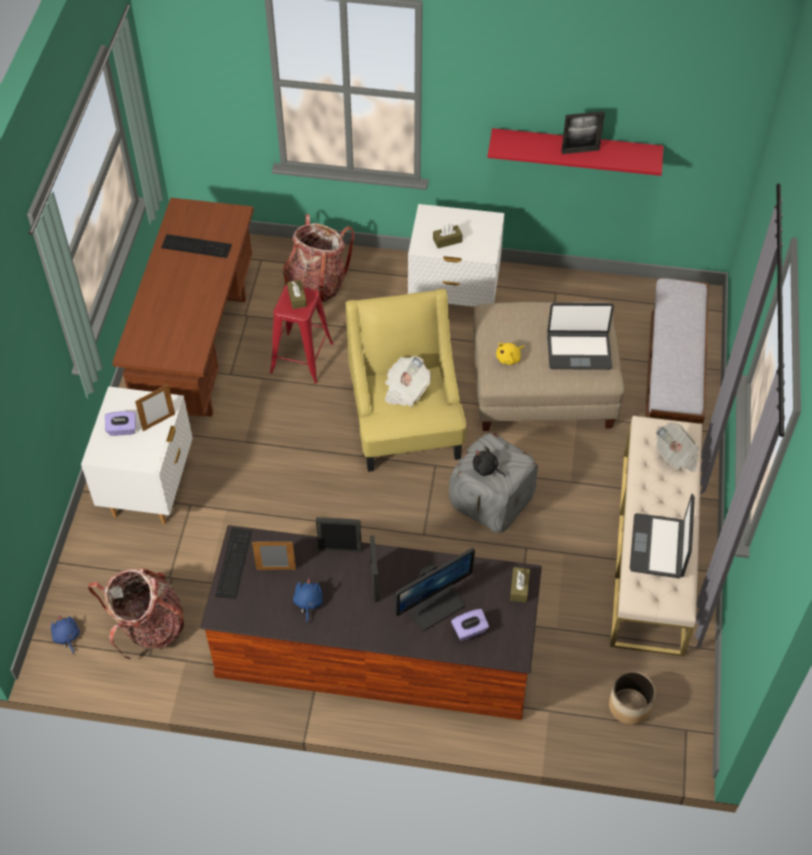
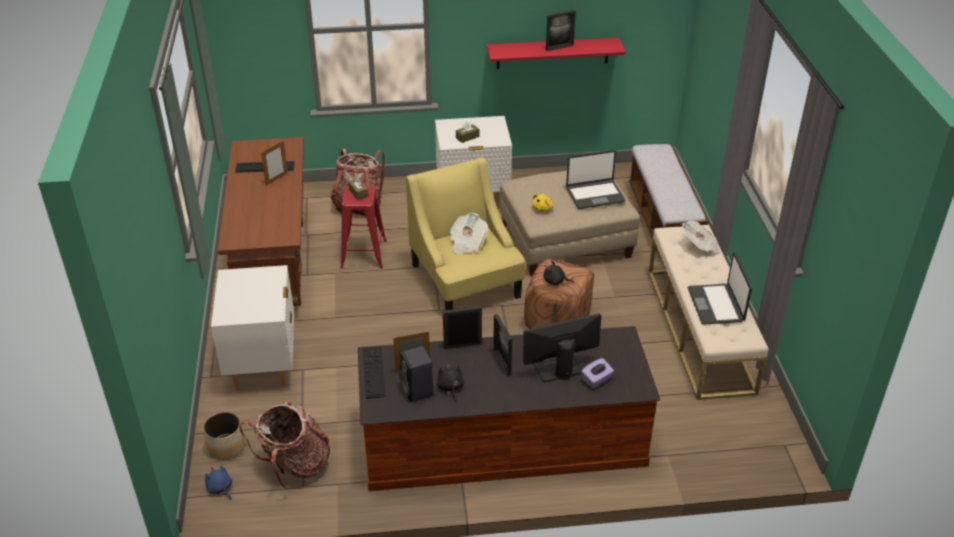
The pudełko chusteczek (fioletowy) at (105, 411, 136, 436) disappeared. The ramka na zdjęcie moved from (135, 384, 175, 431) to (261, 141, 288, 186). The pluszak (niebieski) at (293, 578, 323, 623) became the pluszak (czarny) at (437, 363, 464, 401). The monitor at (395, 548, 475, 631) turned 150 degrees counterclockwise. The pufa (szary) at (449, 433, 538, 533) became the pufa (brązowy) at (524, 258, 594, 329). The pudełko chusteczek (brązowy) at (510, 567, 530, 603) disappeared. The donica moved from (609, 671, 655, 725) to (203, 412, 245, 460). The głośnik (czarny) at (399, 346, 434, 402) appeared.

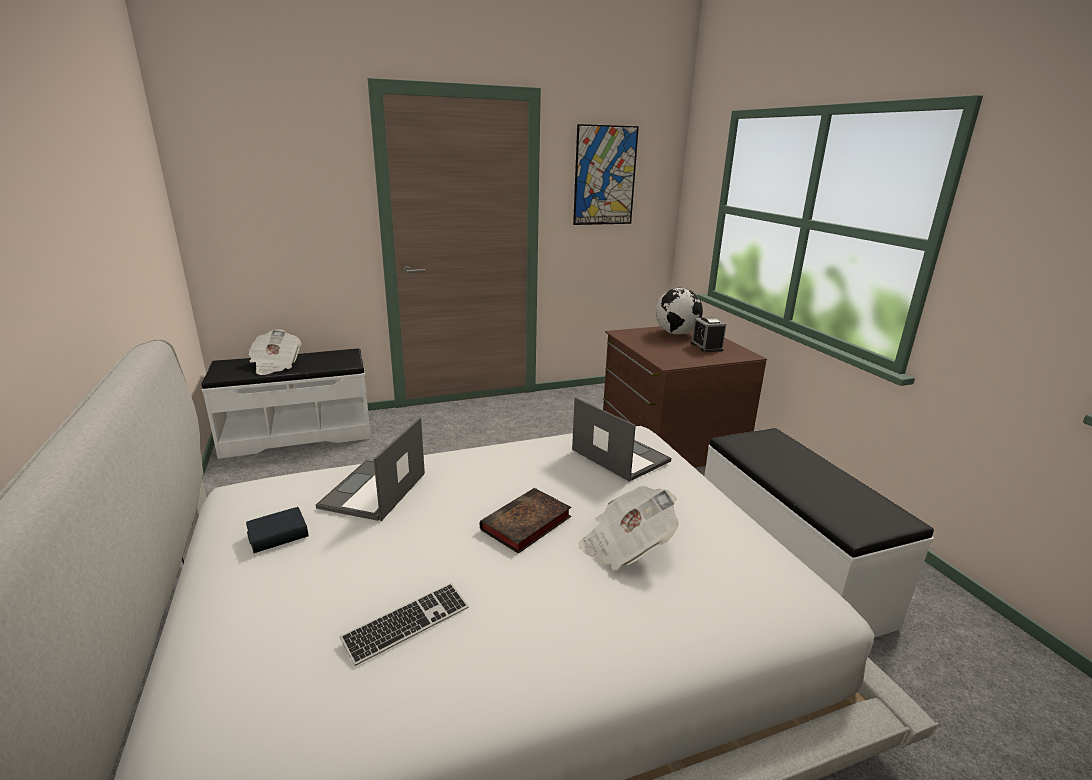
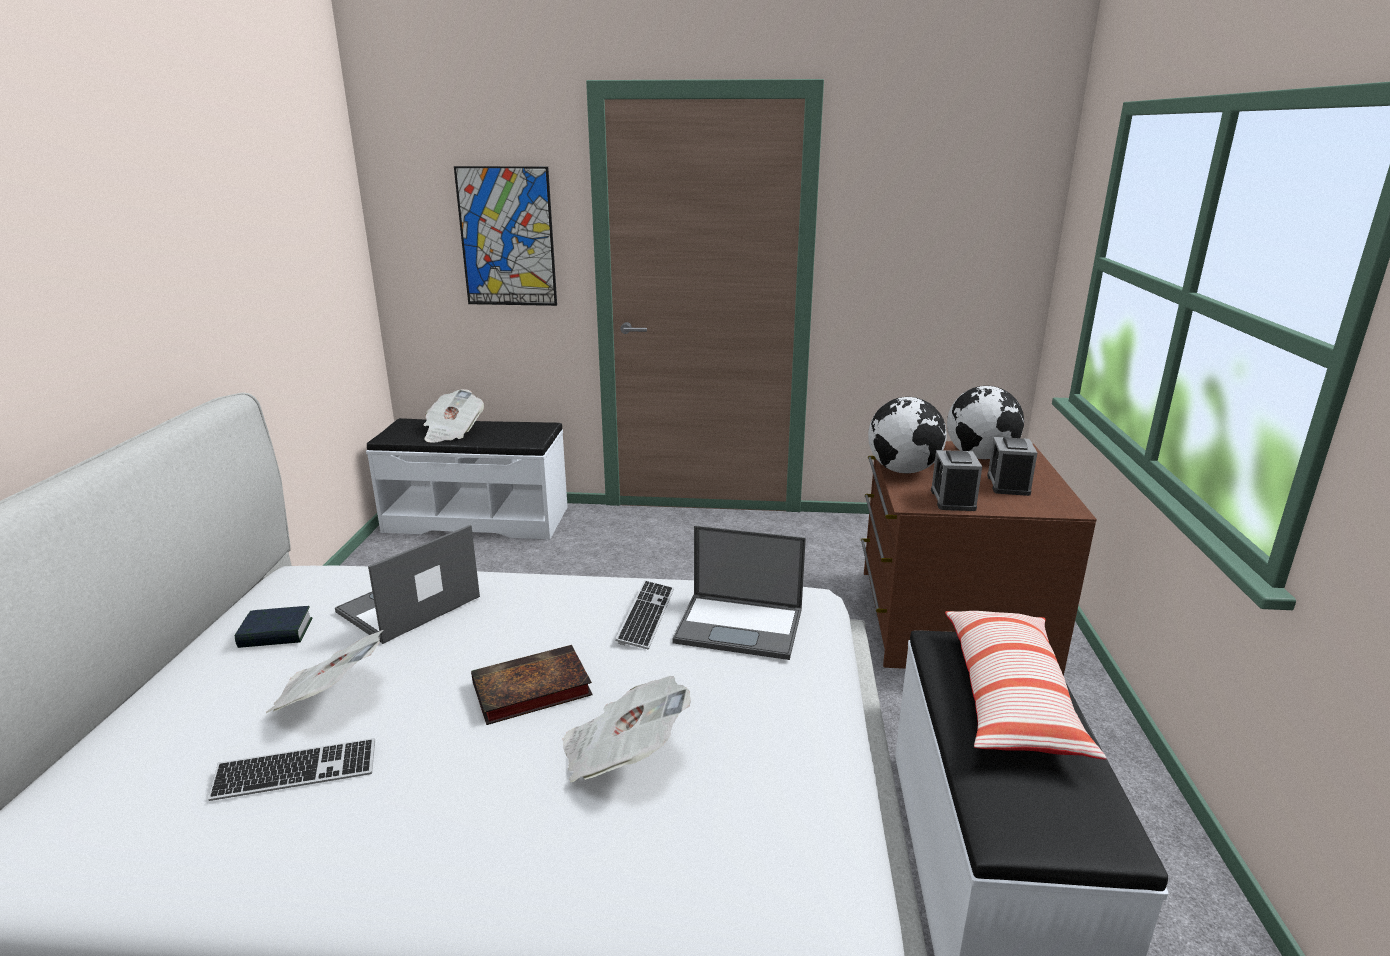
The laptop at (572, 397, 671, 482) turned 120 degrees clockwise. The obraz moved from (573, 124, 639, 225) to (454, 166, 557, 306). The gazeta at (266, 630, 383, 713) appeared. The klawiatura at (615, 580, 674, 649) appeared. The globus at (868, 397, 947, 474) appeared. The budzik at (931, 450, 982, 511) appeared. The poduszka at (945, 611, 1107, 760) appeared.

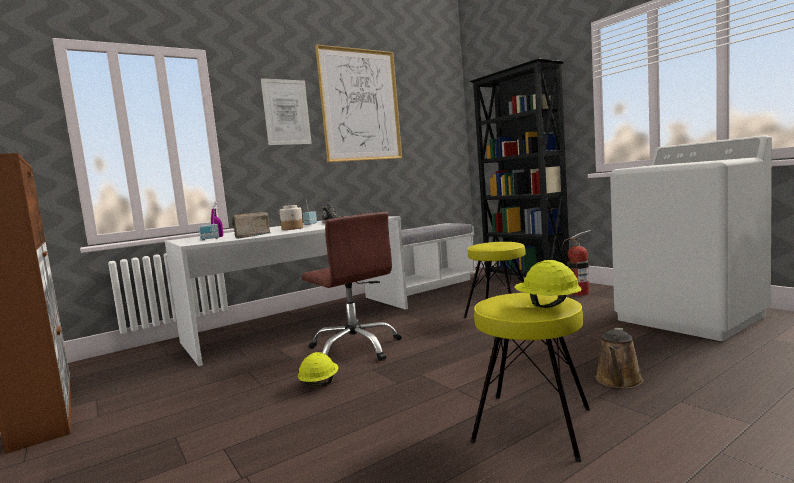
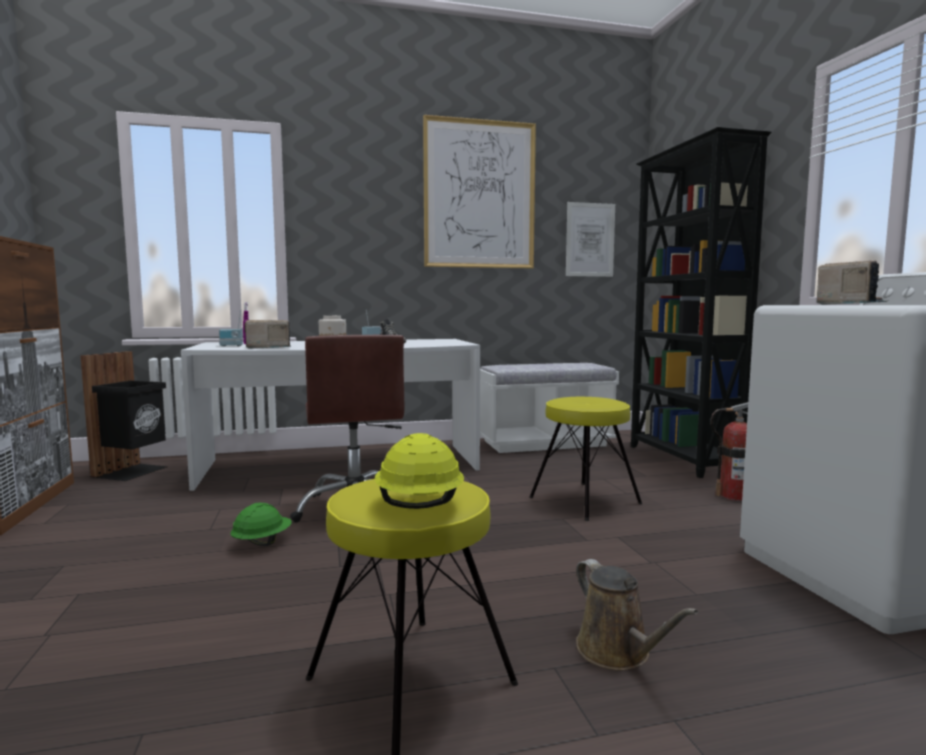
The obraz moved from (261, 78, 312, 145) to (566, 202, 615, 277). The kask (żółty) at (298, 352, 339, 386) became the kask (zielony) at (230, 503, 292, 546). The konewka (brązowy) at (595, 328, 643, 389) turned 75 degrees counterclockwise. The kosz na śmieci (czarny) at (80, 351, 167, 481) appeared. The radio at (817, 260, 889, 305) appeared.

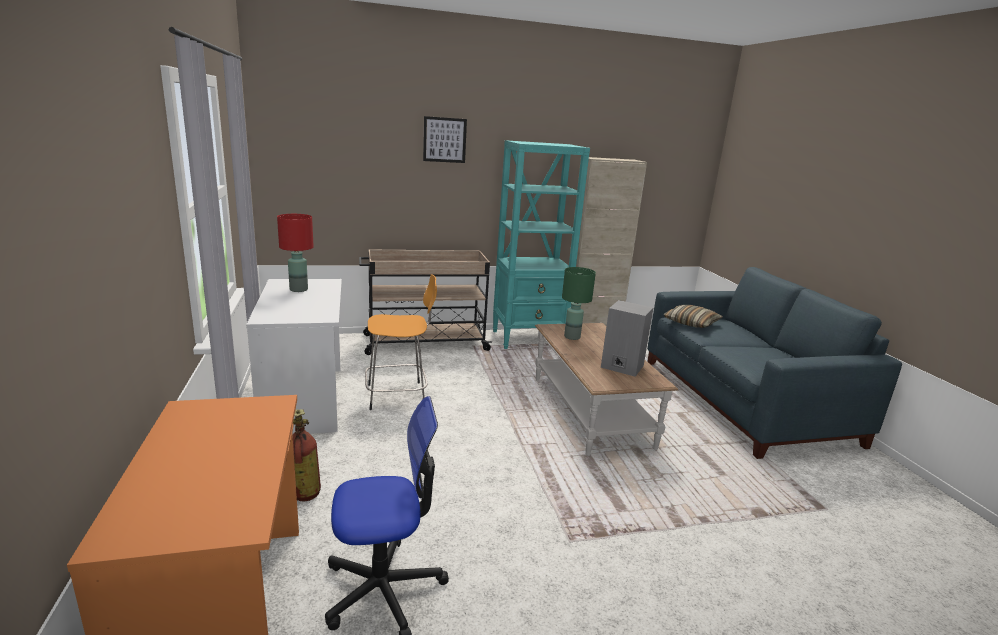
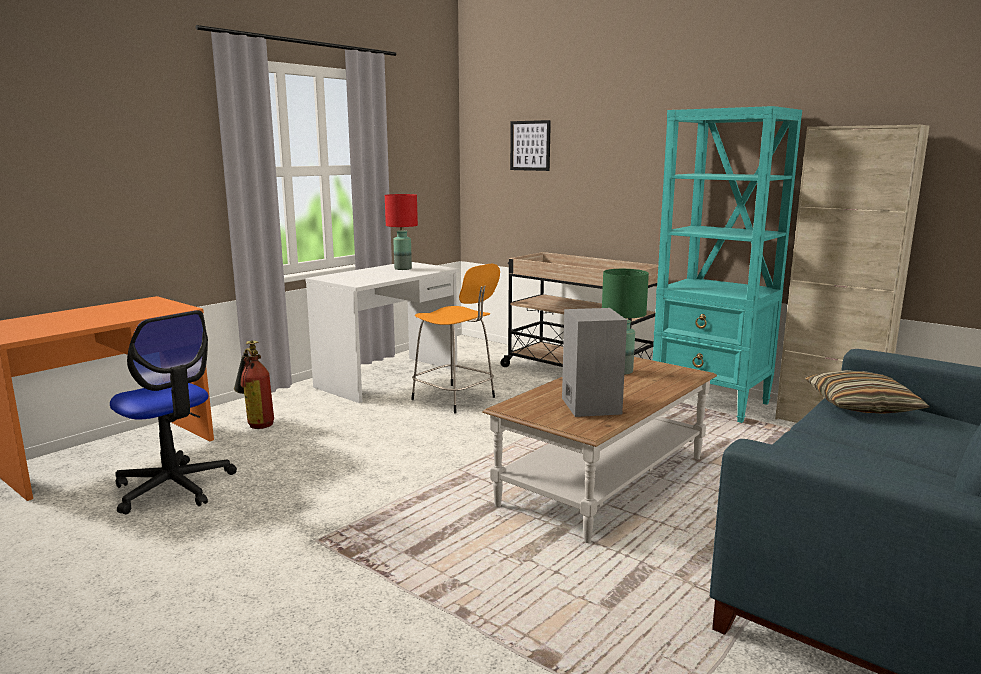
The obraz moved from (423, 116, 467, 163) to (510, 120, 551, 171).

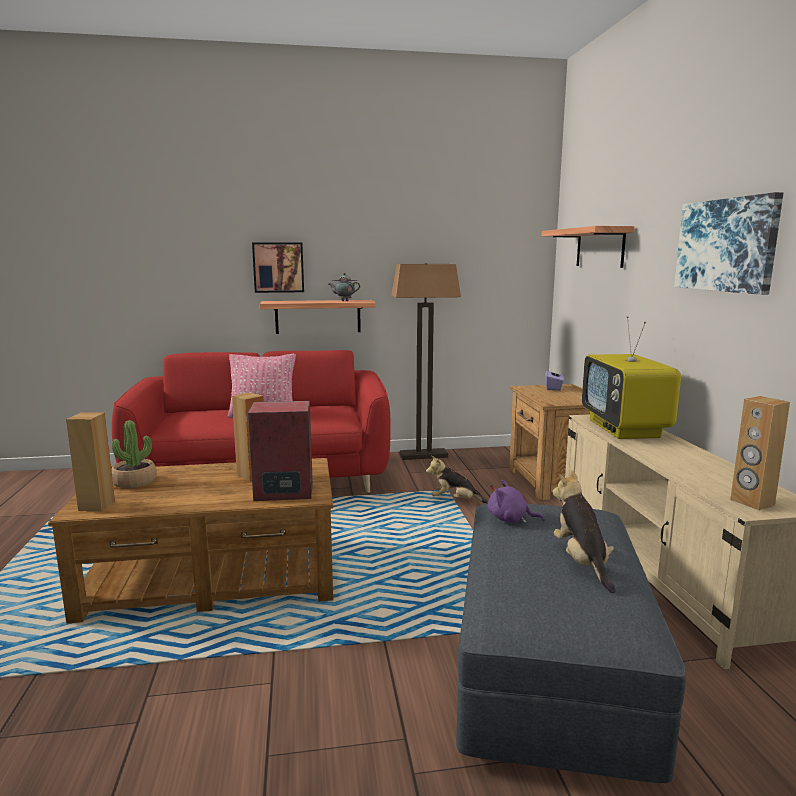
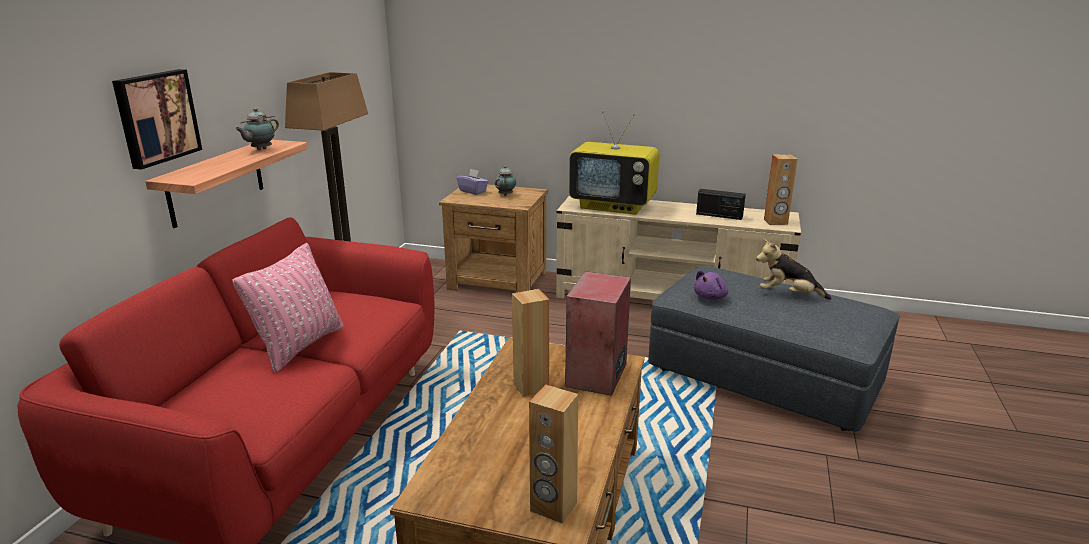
The roślina doniczkowa at (112, 420, 157, 488) disappeared. The pluszak at (426, 456, 488, 503) disappeared. The półka at (541, 226, 635, 268) disappeared. The obraz at (674, 192, 783, 295) disappeared. The imbryk at (495, 166, 516, 196) appeared. The radio at (696, 189, 746, 220) appeared.

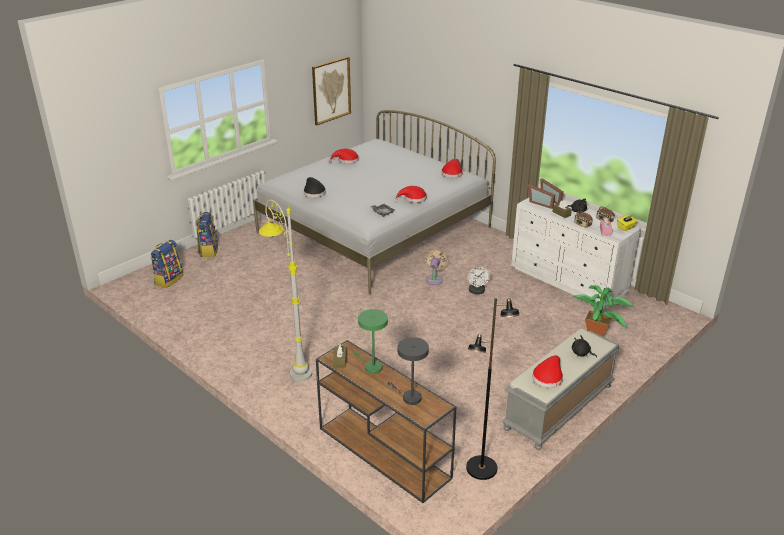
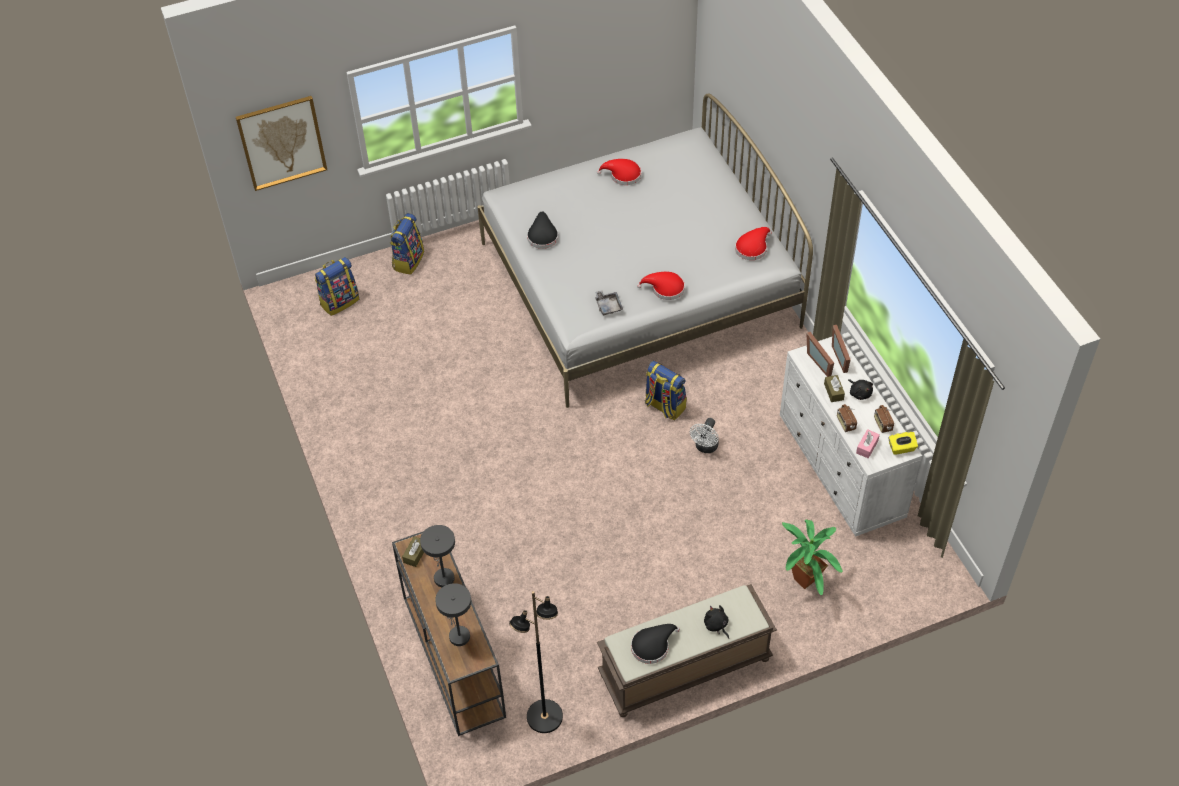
The lampa stojąca (szary) at (259, 200, 312, 382) disappeared. The obraz moved from (312, 57, 351, 125) to (236, 96, 327, 191). The lampa stołowa (zielony) at (353, 309, 388, 374) became the lampa stołowa (szary) at (420, 525, 455, 587). The wentylator (beżowy) at (425, 250, 448, 285) was replaced by the plecak at (645, 361, 686, 420). The ławka (szary) at (501, 329, 621, 450) became the ławka (brązowy) at (597, 584, 777, 717). The kapelusz (czerwony) at (532, 355, 563, 388) became the kapelusz (czarny) at (631, 624, 680, 664).

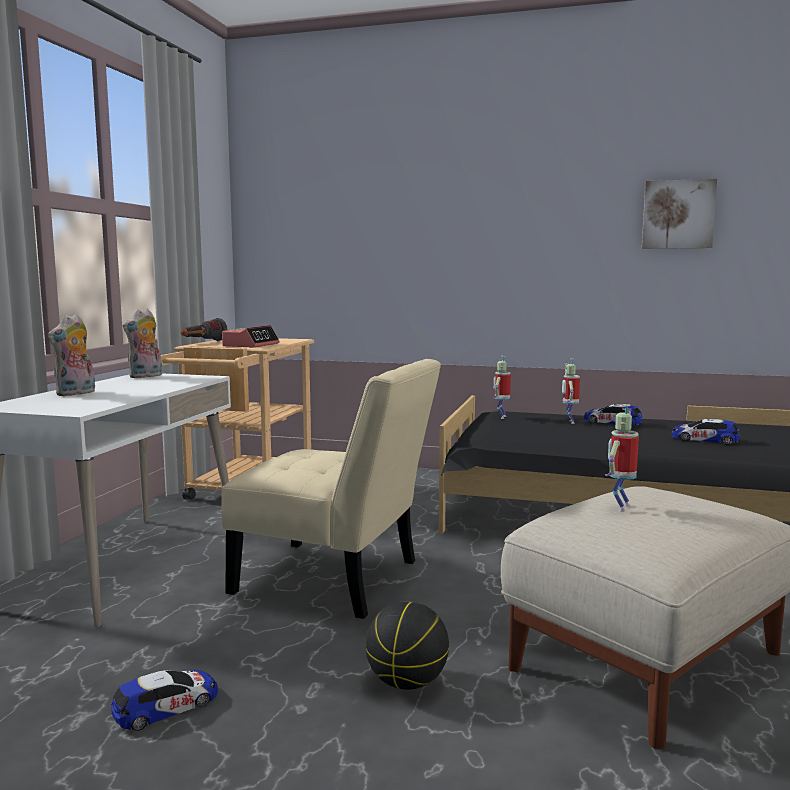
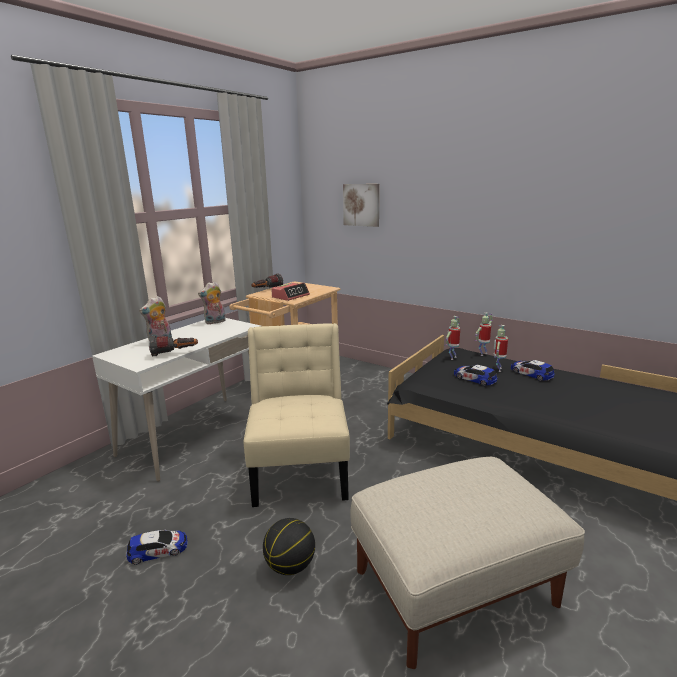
The krzesło (beżowy) at (221, 359, 441, 619) turned 135 degrees counterclockwise. The robot zabawkowy moved from (605, 404, 639, 512) to (474, 312, 493, 356). The obraz moved from (642, 179, 717, 249) to (343, 184, 379, 227). The samochodzik moved from (671, 419, 740, 445) to (454, 365, 497, 386). The latarka at (149, 336, 198, 356) appeared.

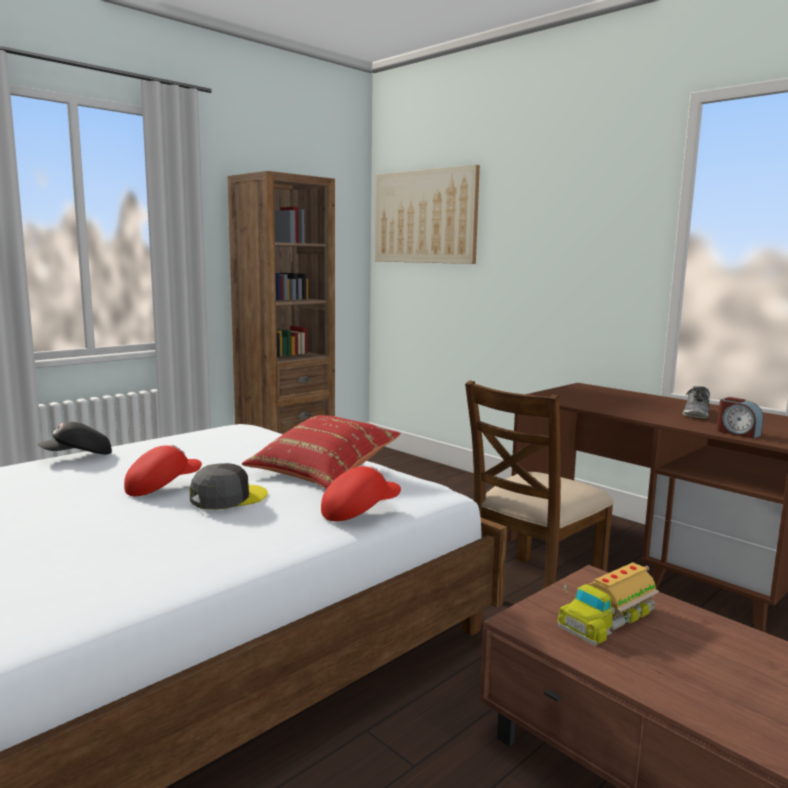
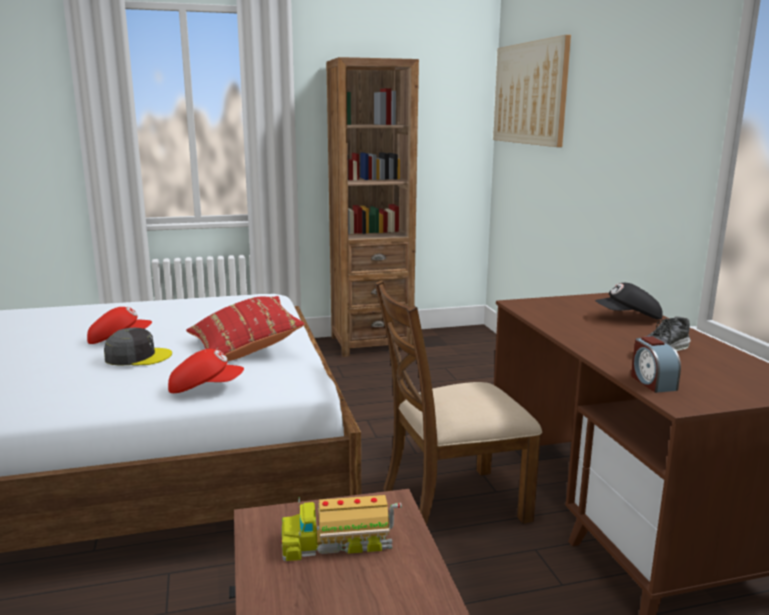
The czapka z daszkiem (czarny) moved from (37, 422, 112, 455) to (595, 283, 663, 320).

